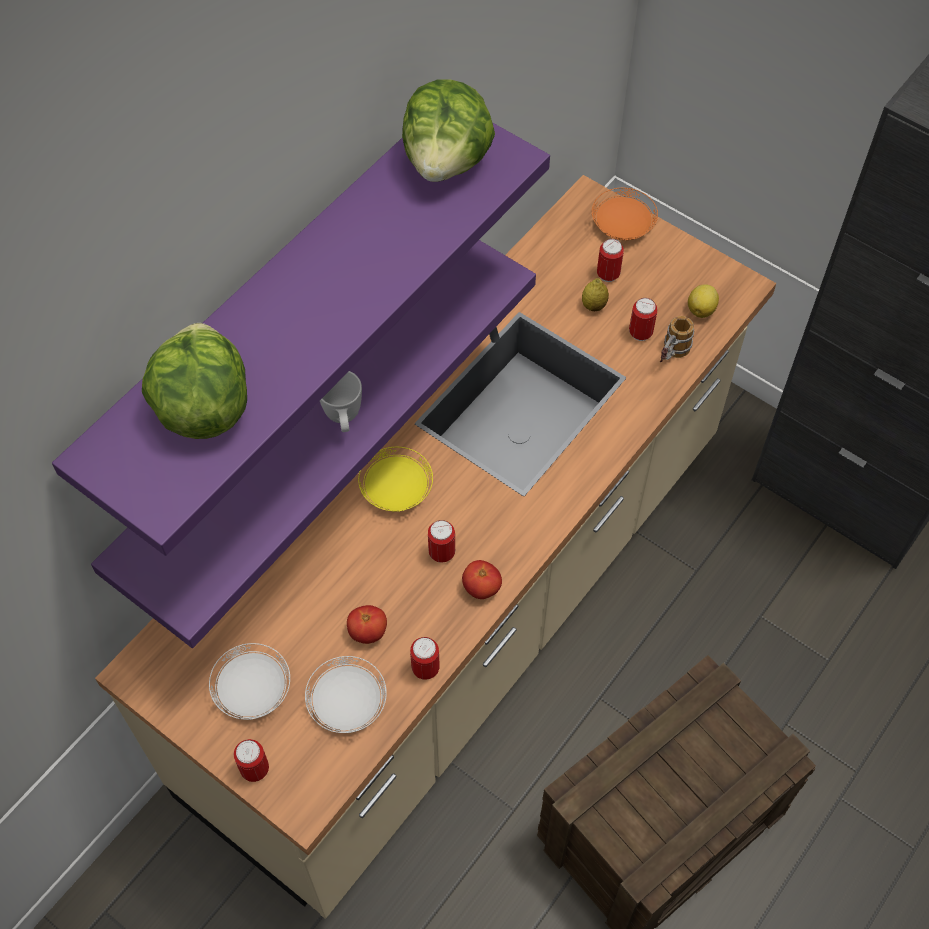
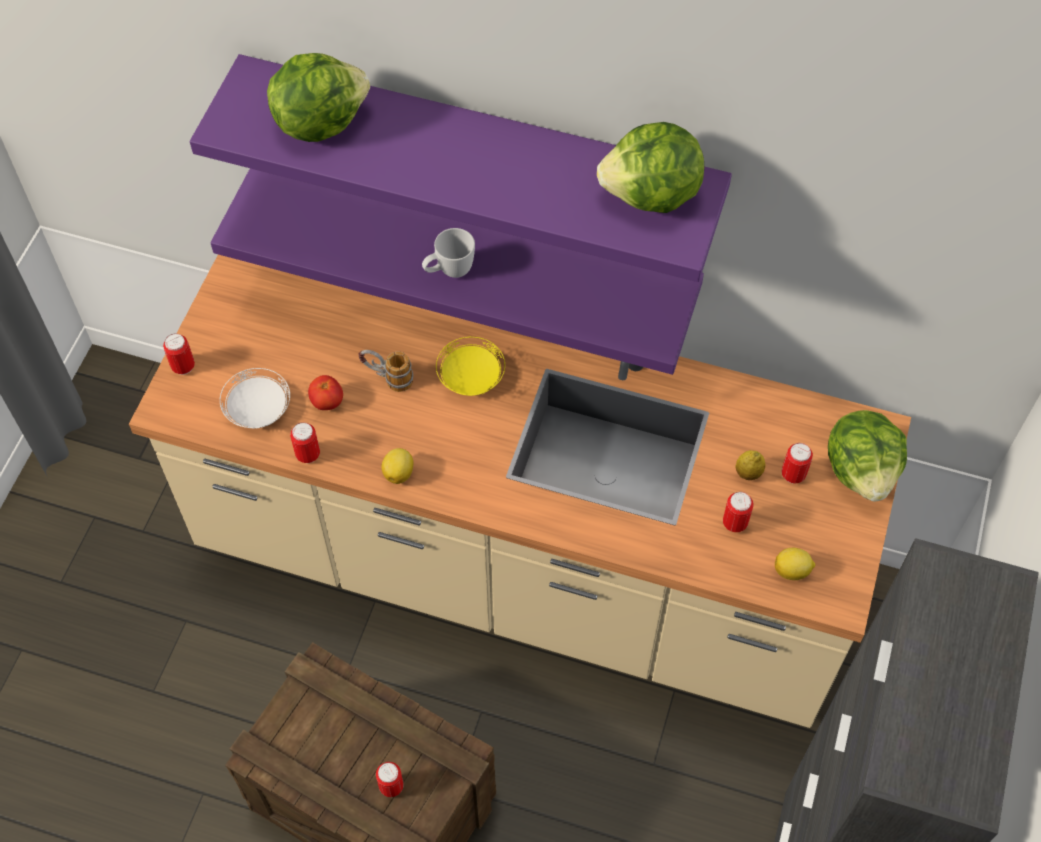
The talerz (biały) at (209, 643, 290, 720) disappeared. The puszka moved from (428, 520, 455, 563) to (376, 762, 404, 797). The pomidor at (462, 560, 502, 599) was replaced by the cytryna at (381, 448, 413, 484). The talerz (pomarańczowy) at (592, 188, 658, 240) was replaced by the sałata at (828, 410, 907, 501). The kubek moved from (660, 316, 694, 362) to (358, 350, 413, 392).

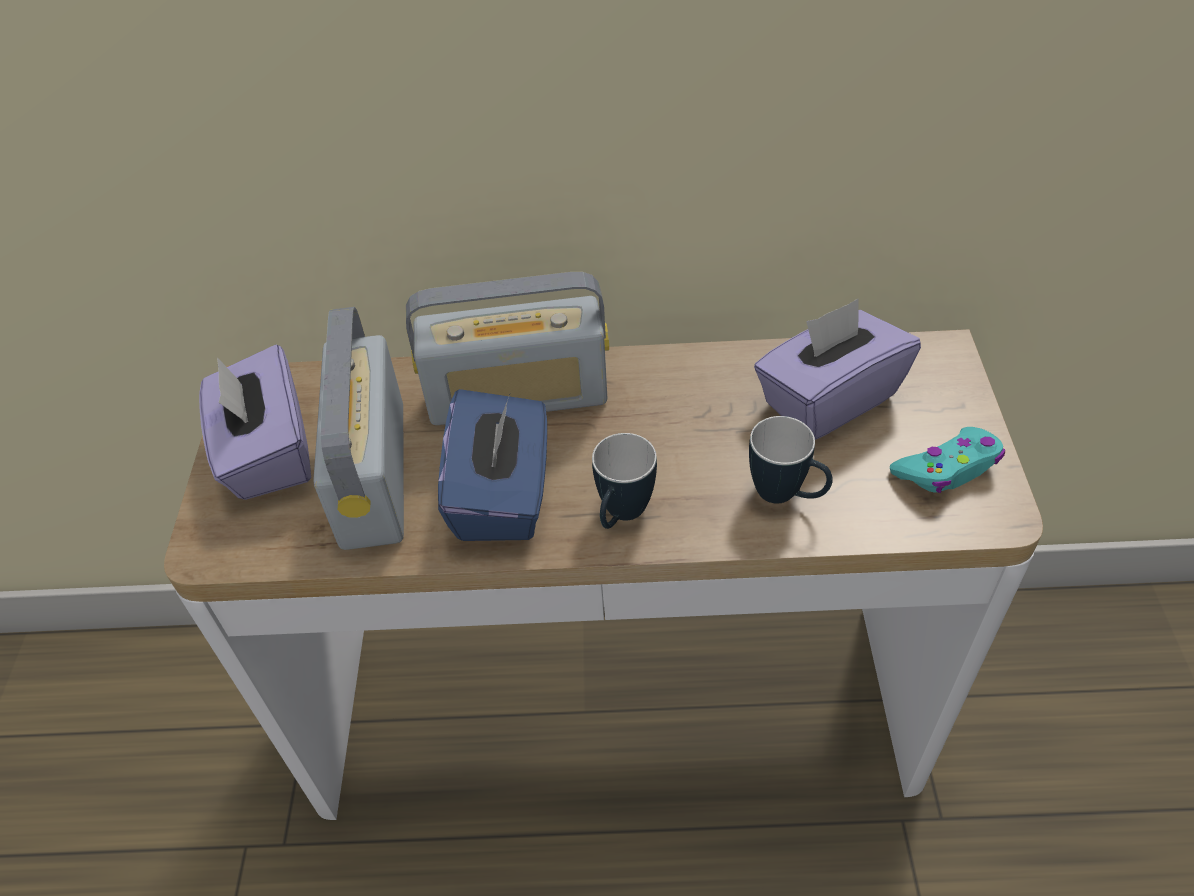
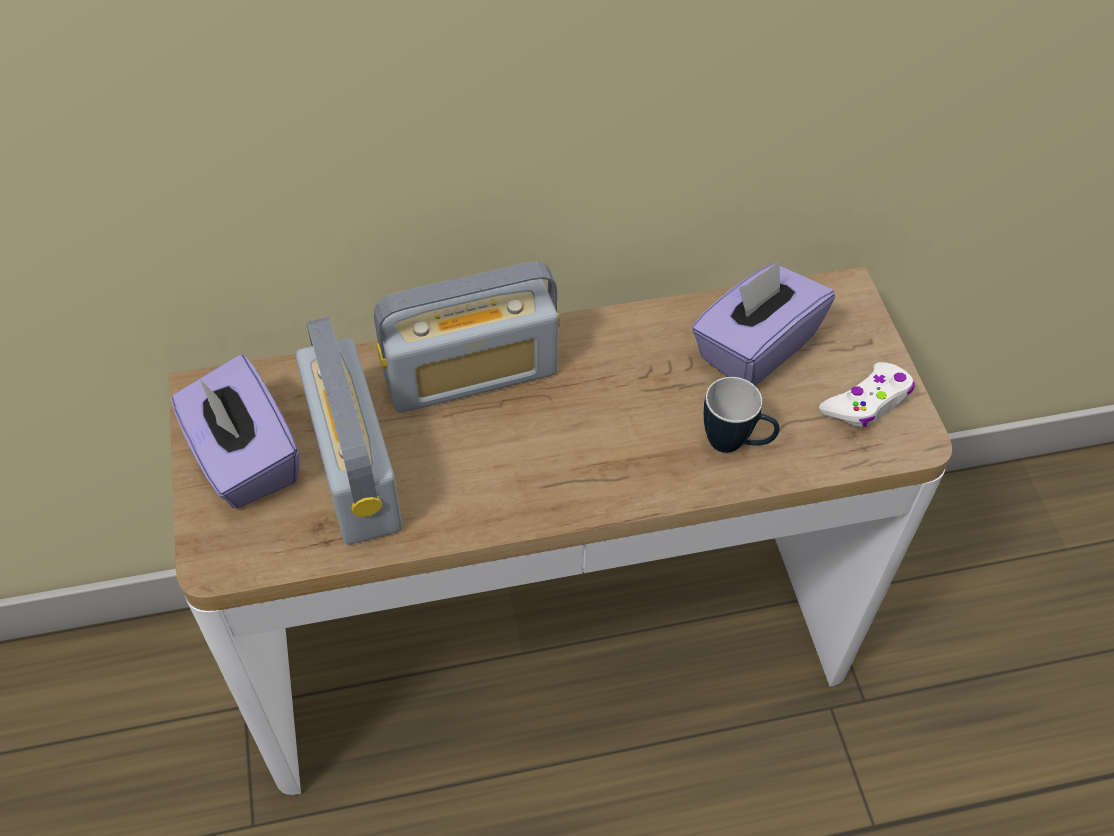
The pudełko chusteczek (niebieski) at (438, 389, 547, 541) disappeared. The kubek at (592, 433, 657, 529) disappeared. The pad do gier (turkusowy) at (890, 427, 1005, 493) became the pad do gier (biały) at (819, 362, 915, 427).

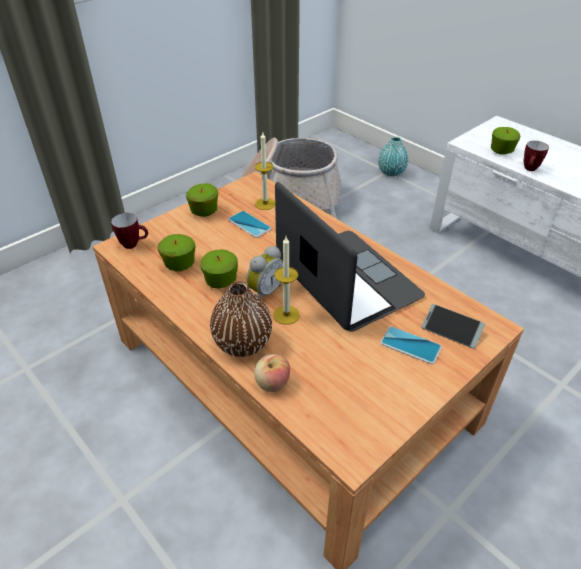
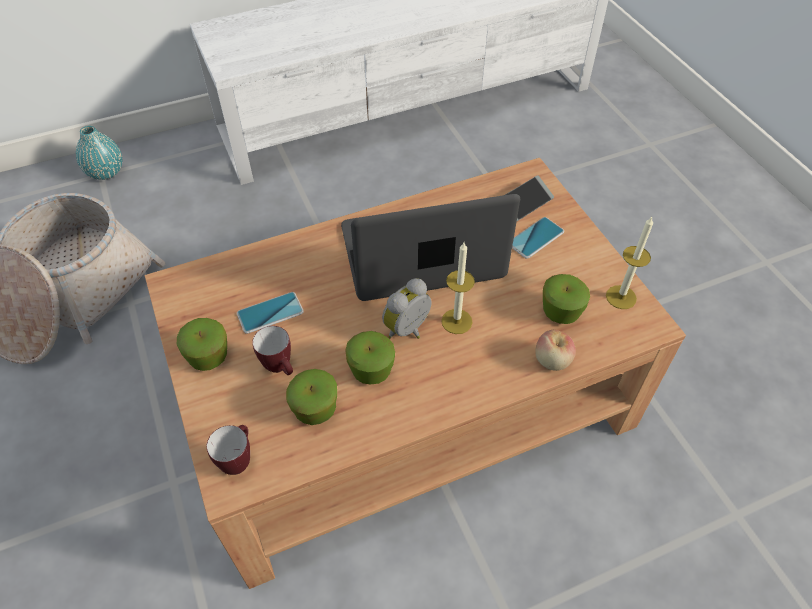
The wazon (brązowy) at (210, 282, 272, 357) disappeared. The budzik at (246, 246, 283, 299) turned 105 degrees counterclockwise. The świeca moved from (255, 132, 275, 210) to (606, 217, 653, 309). The jabłko moved from (491, 127, 520, 155) to (543, 274, 590, 324). The kubek moved from (524, 141, 549, 171) to (252, 326, 293, 375).

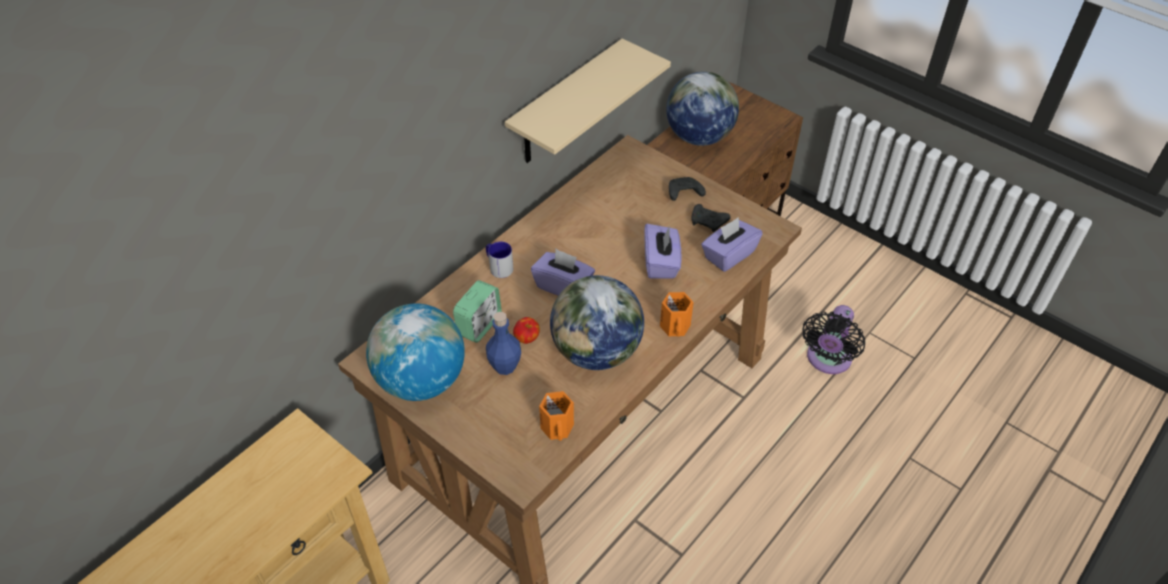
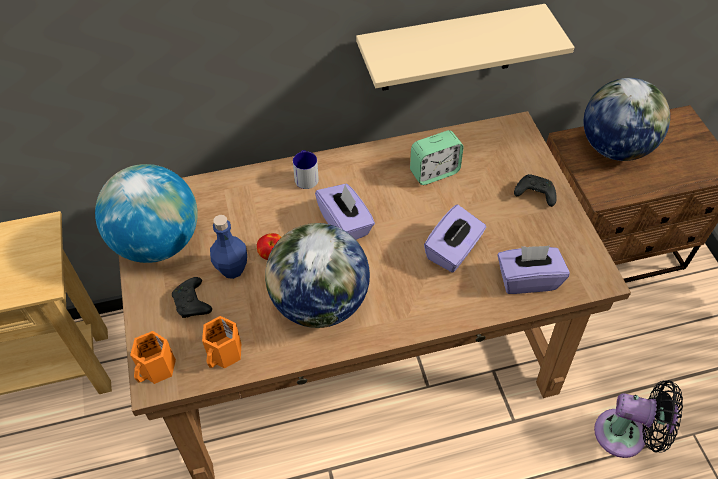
The budzik moved from (453, 280, 502, 343) to (410, 130, 464, 185). The kubek (pomarańczowy) moved from (660, 292, 694, 337) to (130, 331, 176, 384). The pad do gier (czarny) moved from (691, 204, 730, 232) to (172, 277, 212, 318). The wentylator (czarny) at (803, 305, 865, 374) turned 135 degrees counterclockwise.

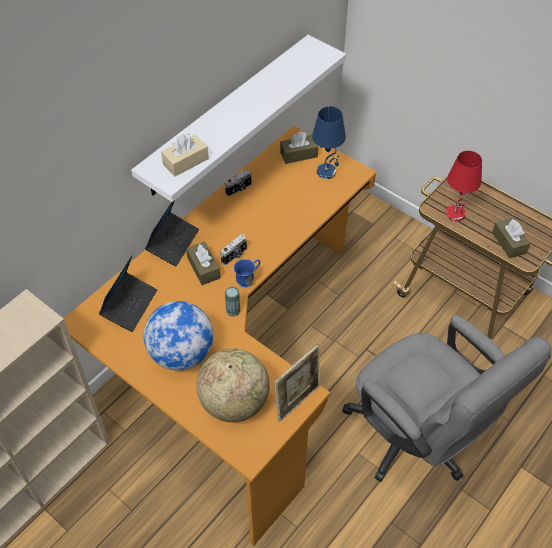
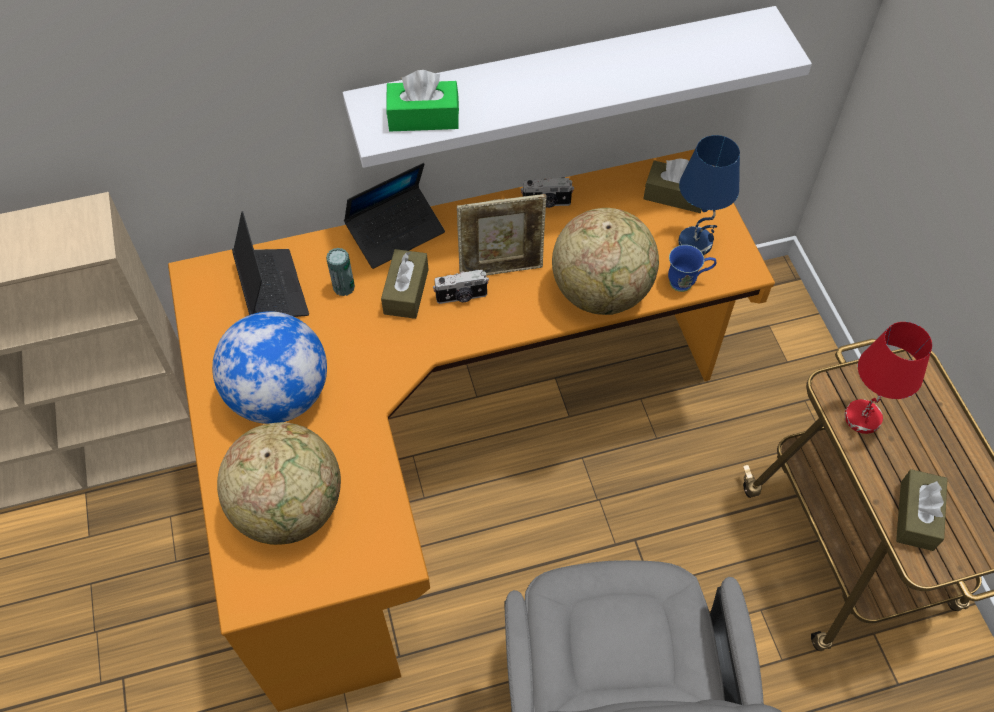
The laptop at (99, 255, 157, 332) turned 75 degrees counterclockwise. The pudełko chusteczek (beżowy) at (161, 134, 209, 177) became the pudełko chusteczek (zielony) at (386, 70, 459, 131). The puszka moved from (225, 286, 240, 317) to (326, 248, 355, 296). The kubek (niebieski) moved from (233, 259, 260, 288) to (668, 245, 716, 292). The ramka na zdjęcie moved from (274, 344, 320, 422) to (457, 194, 547, 276). The globus at (552, 208, 659, 315) appeared.

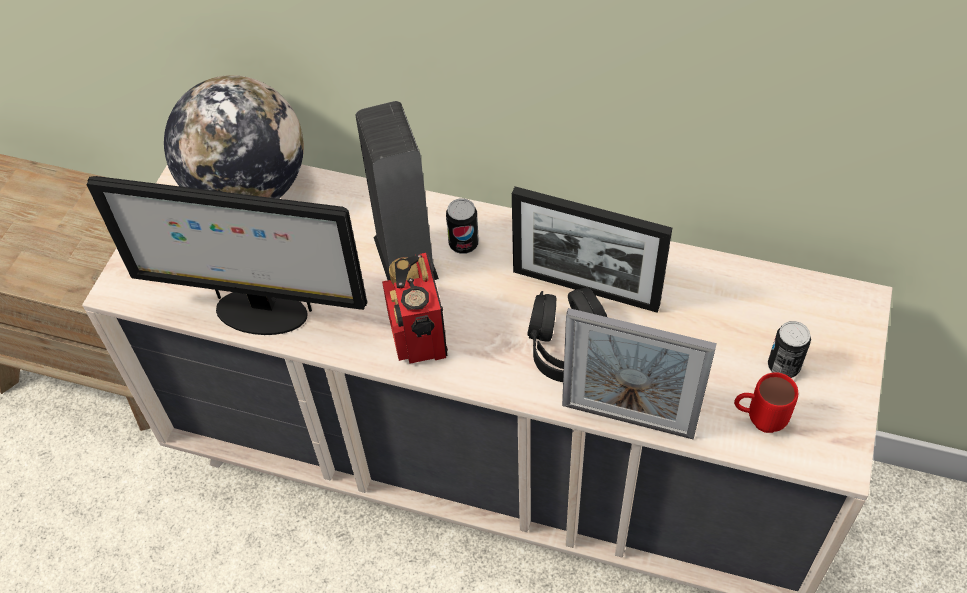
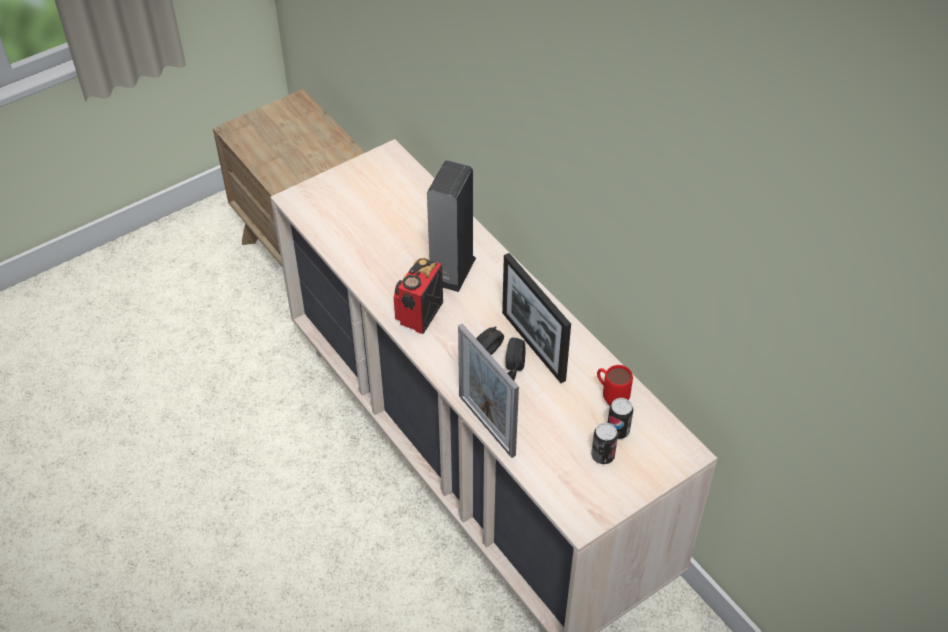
The monitor at (87, 176, 367, 335) disappeared. The globus at (164, 75, 304, 199) disappeared. The puszka moved from (446, 199, 479, 254) to (608, 398, 633, 439). The kubek (czerwony) moved from (734, 372, 798, 433) to (597, 365, 633, 405).

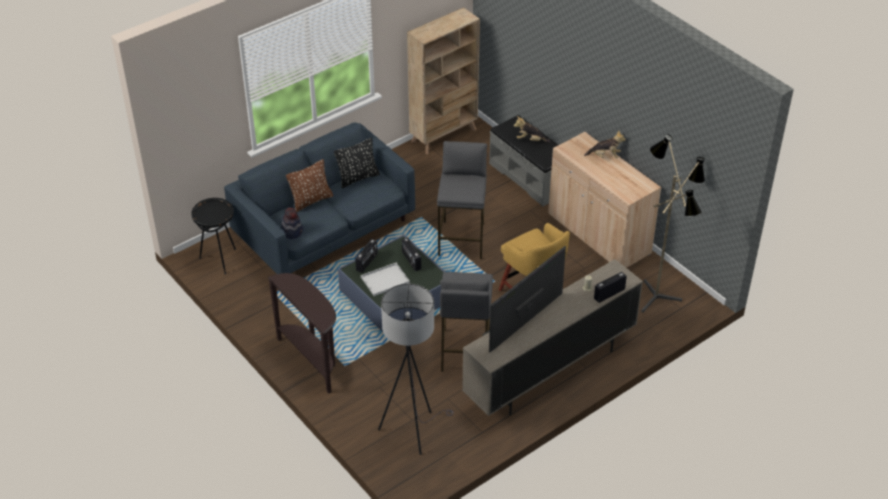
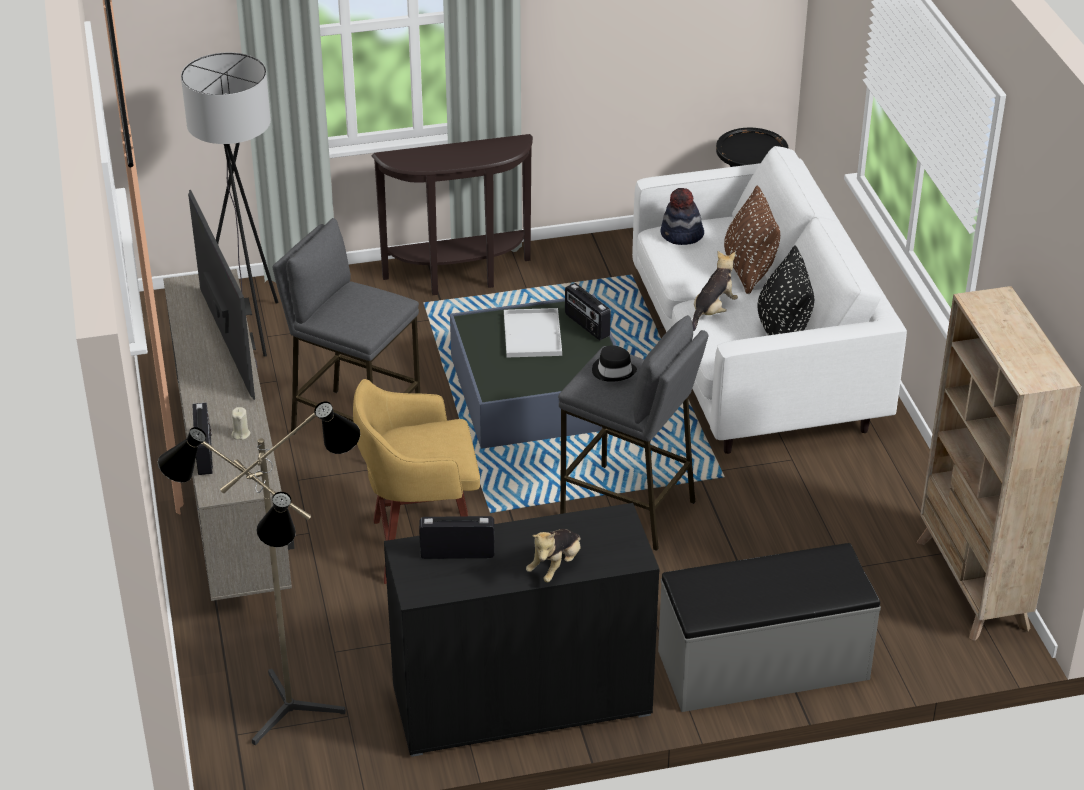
The kanapa (niebieski) at (224, 122, 415, 274) became the kanapa (biały) at (632, 146, 907, 454). The radio moved from (402, 238, 421, 271) to (419, 516, 495, 559). The pluszak moved from (514, 116, 550, 143) to (692, 251, 738, 331). The szafka (beżowy) at (548, 132, 661, 268) became the szafka (czarny) at (384, 503, 660, 757). The kapelusz (czarny) at (592, 345, 637, 382) appeared.

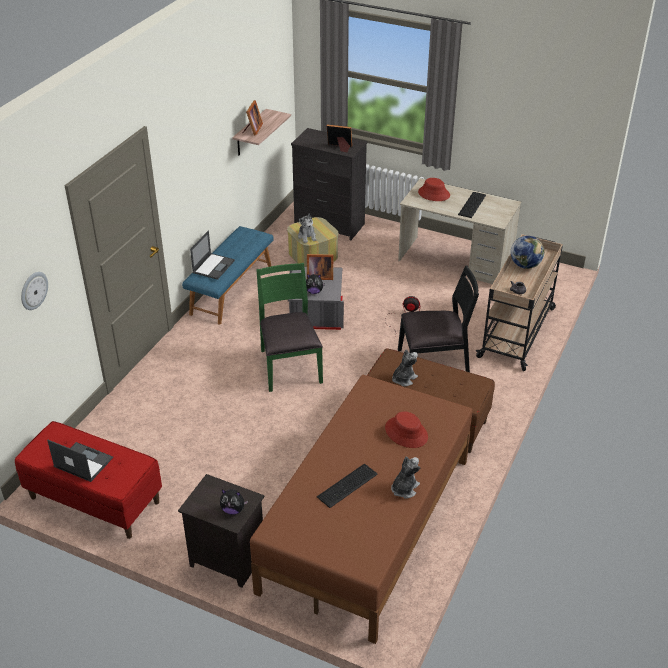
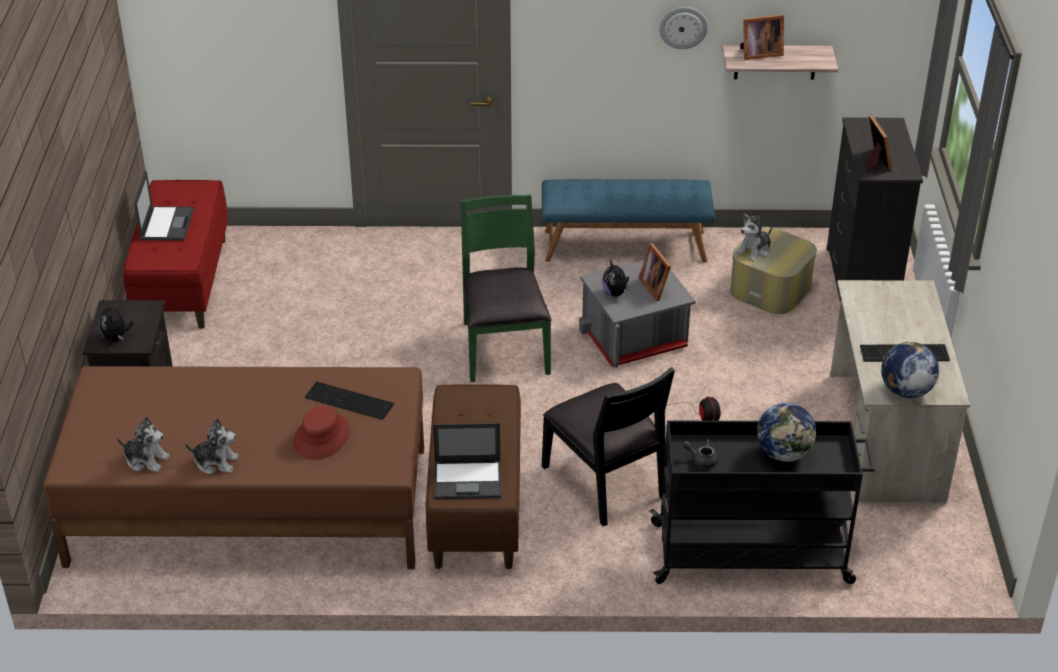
The zegar ścienny moved from (21, 272, 48, 310) to (659, 7, 708, 49). The laptop moved from (190, 230, 235, 280) to (433, 423, 501, 499). The krzesło (zielony) at (256, 263, 323, 392) turned 60 degrees counterclockwise. The klawiatura moved from (317, 464, 378, 508) to (305, 382, 394, 420). The pluszak moved from (392, 349, 418, 386) to (117, 416, 170, 472). The kapelusz (czerwony) at (418, 178, 450, 201) disappeared. The wózek (beżowy) at (475, 234, 563, 371) became the wózek (czarny) at (649, 421, 875, 584). The globus at (881, 342, 939, 398) appeared.

